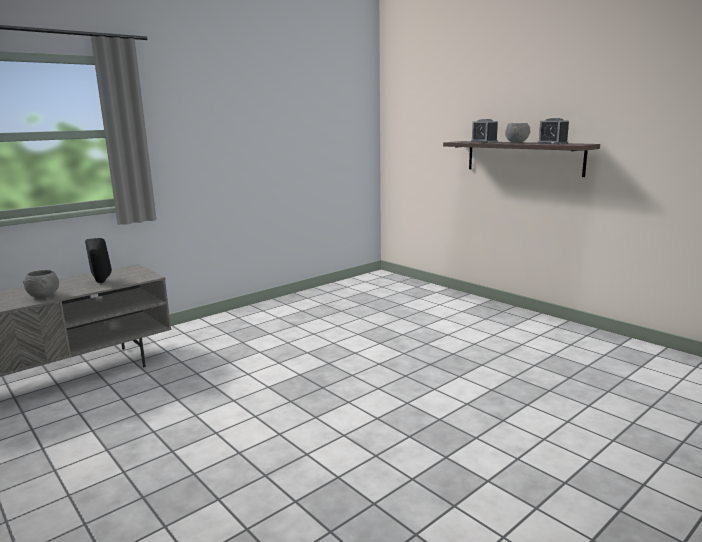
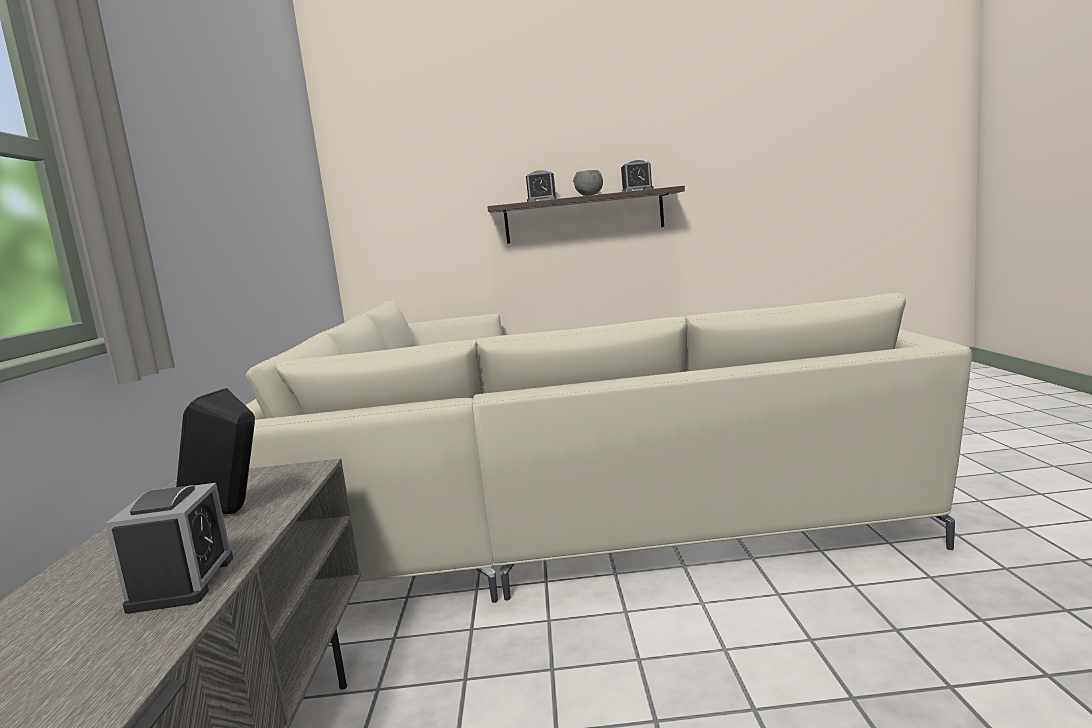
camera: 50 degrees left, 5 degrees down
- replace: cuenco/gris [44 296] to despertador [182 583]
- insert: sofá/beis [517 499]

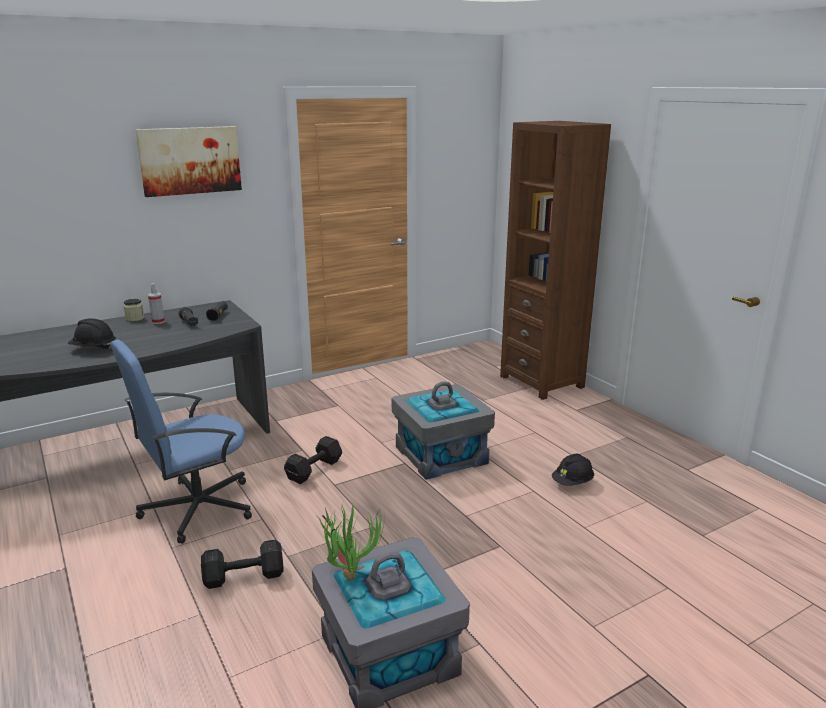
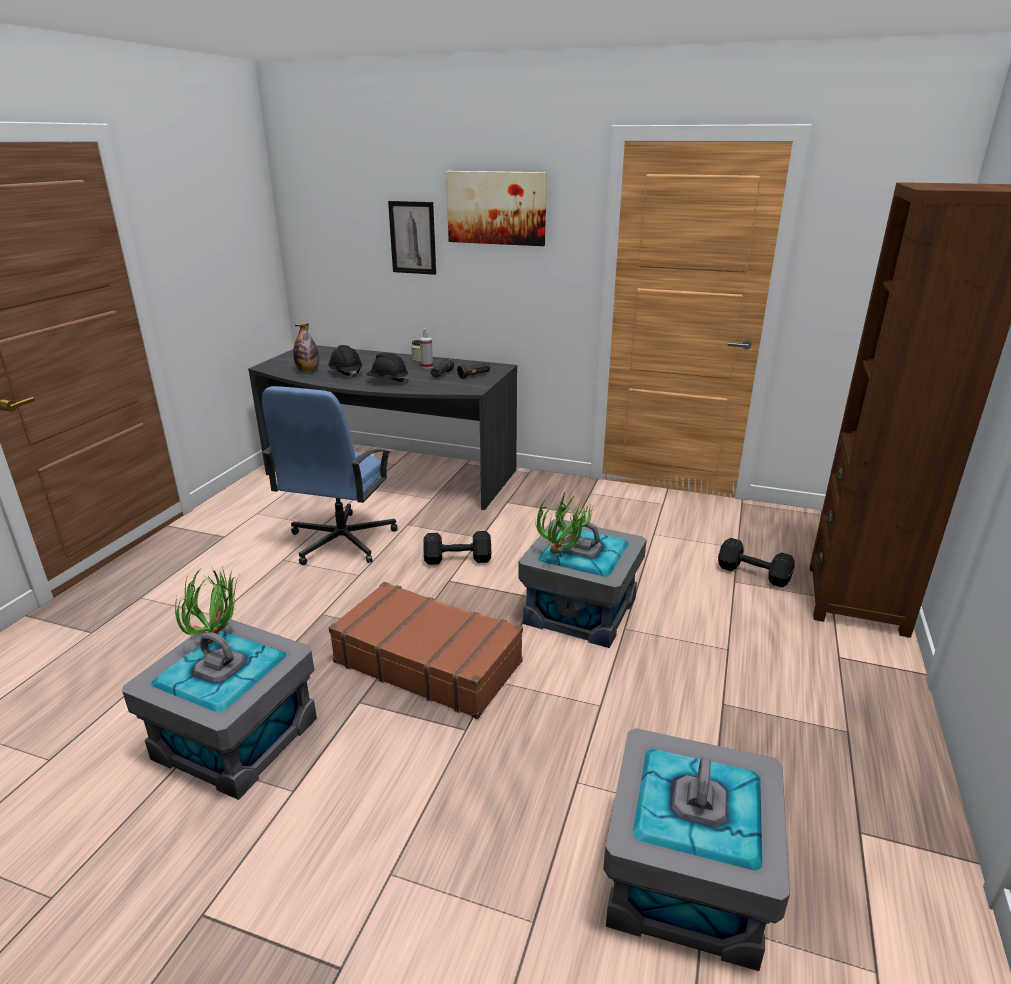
camera: 50 degrees right, 5 degrees up
- rotate: silla de oficina/azul [196 508] = [341 541] 90 degrees counterclockwise
- move: mancuerna/negro [242 576] to [752 573]
- move: casco/negro [572 483] to [388 382]
- insert: botella [308 371]
- insert: maleta/marrón [428 661]
- insert: cuadro [412 238]
- insert: planta en maceta [562 555]
- insert: caja de almacenaje/gris [684 880]

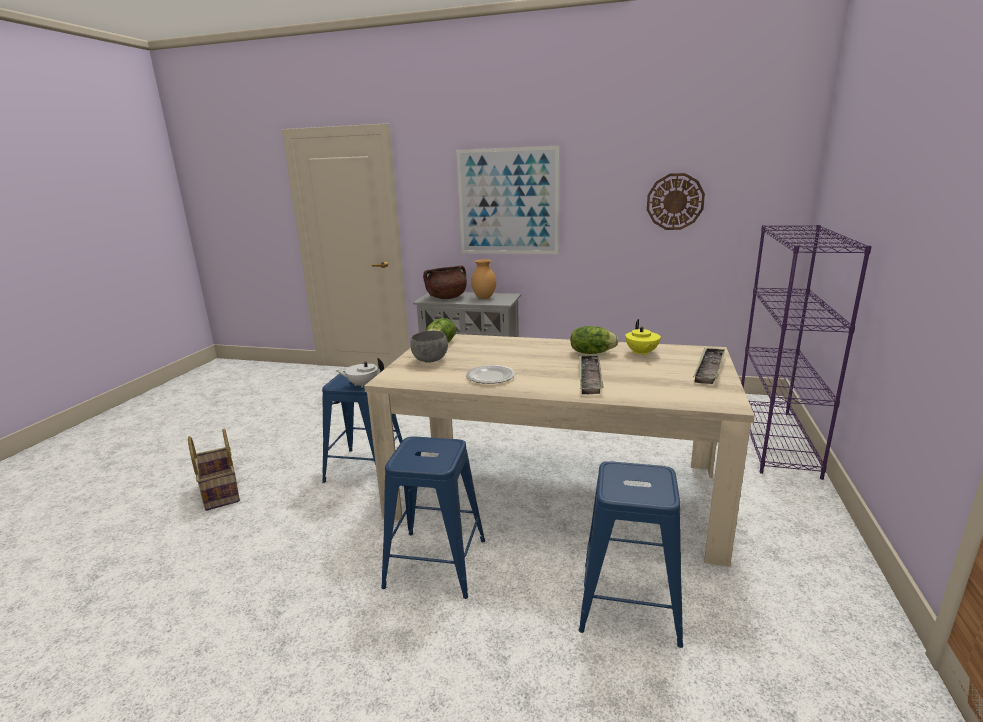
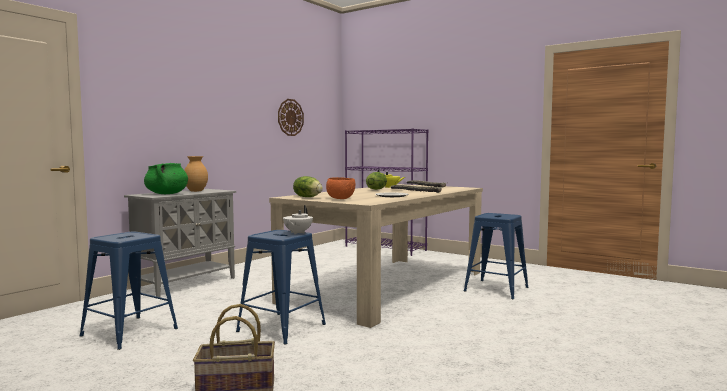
camera: 70 degrees left, 15 degrees down
- move: taburete/azul [436 563] to [129 332]
- recolor: cuenco/gris [430 360] to cuenco/naranja [341 199]
- recolor: olla/marrón [446 298] to olla/verde [166 194]
- delete: cuadro [507 202]

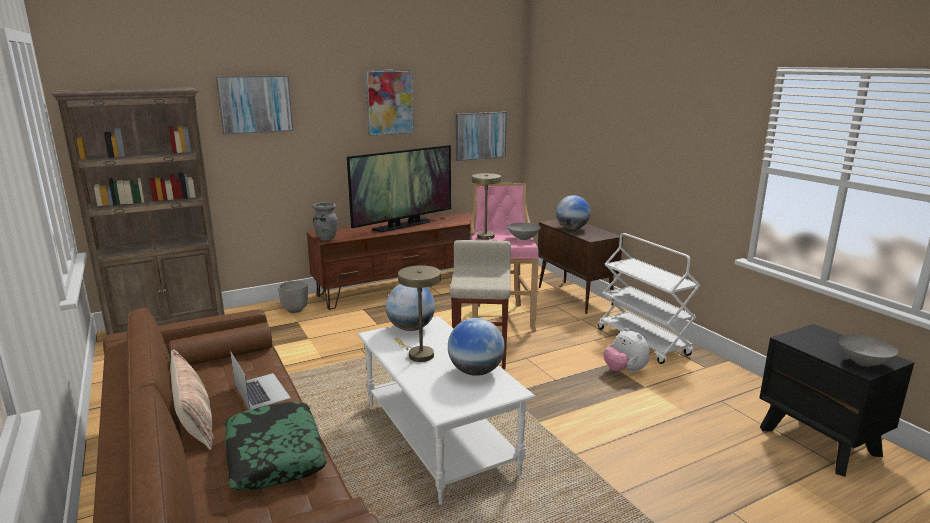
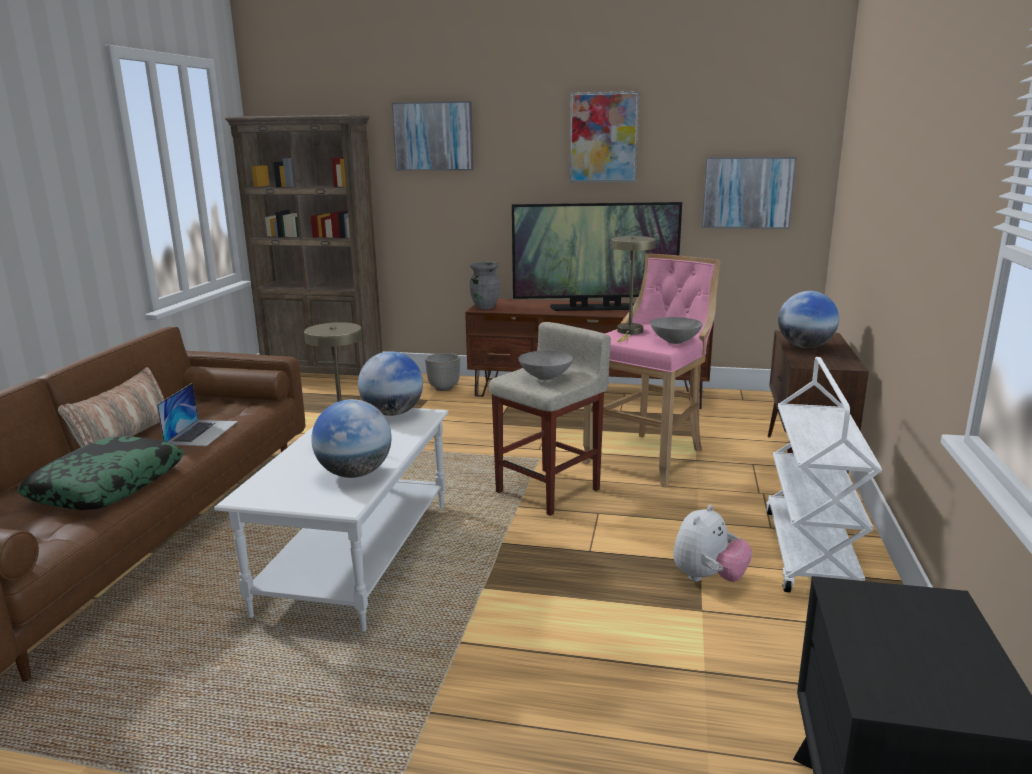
camera: 40 degrees right, 0 degrees up
- rotate: peluche [624 371] = [708 578] 150 degrees counterclockwise
- move: cuenco/gris [862 362] to [545 377]

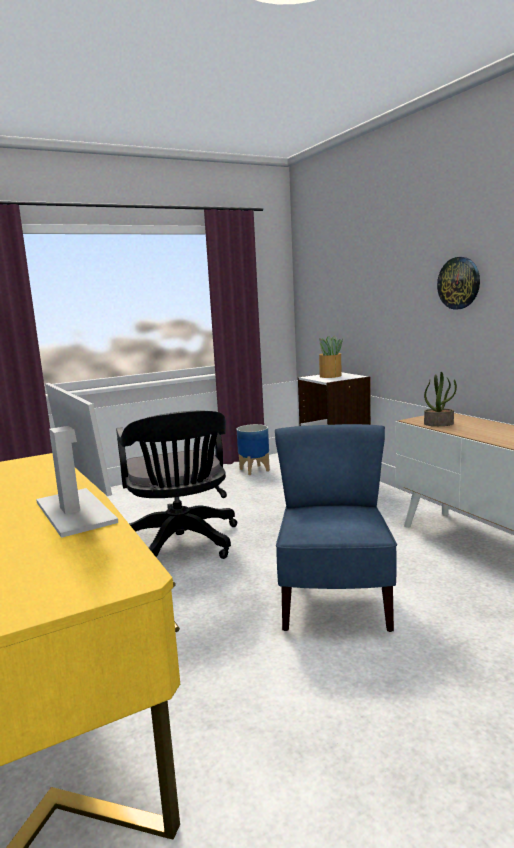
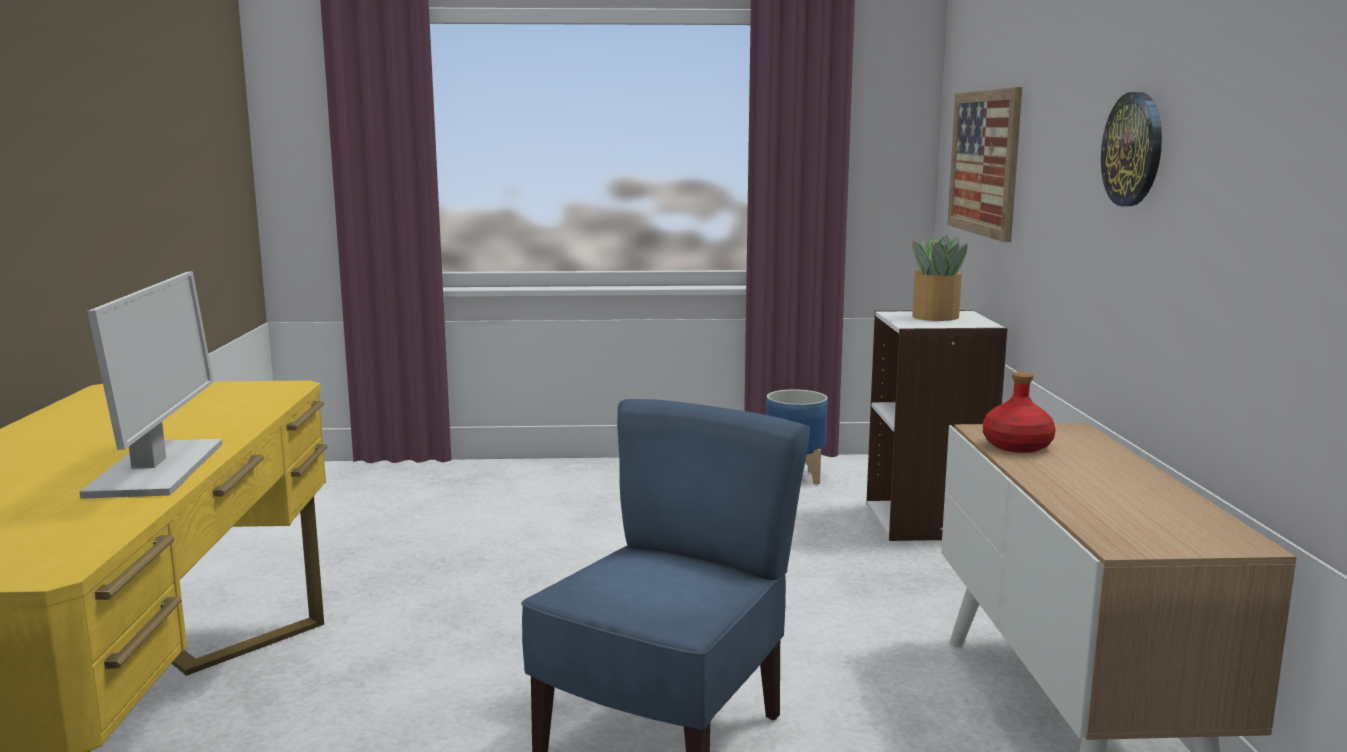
camera: 25 degrees right, 0 degrees up
- delete: silla de oficina/negro [182 545]
- replace: planta en maceta [439 424] to botella/rojo [1018 445]
- insert: cuadro [984 162]

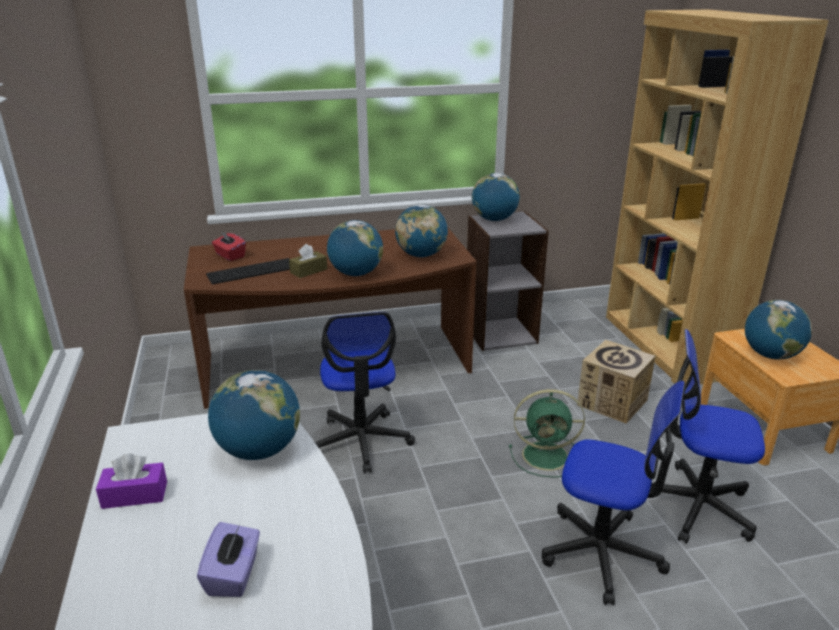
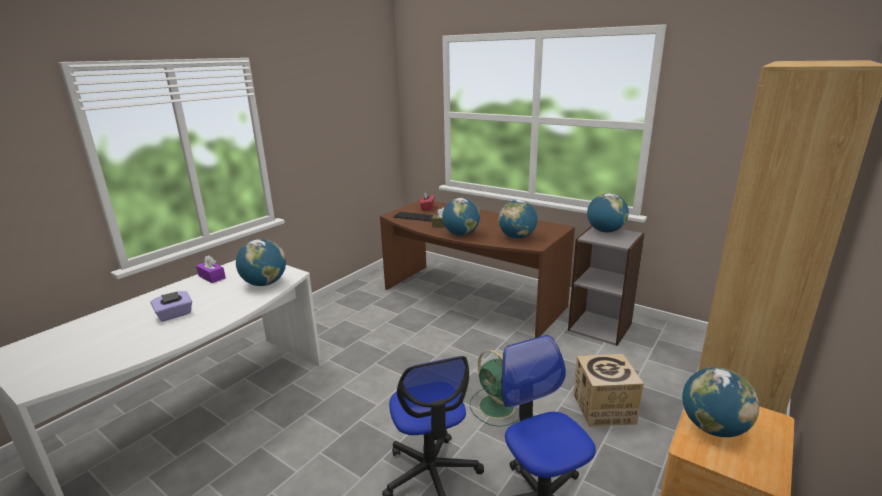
camera: 50 degrees right, 5 degrees down
- delete: silla de oficina [361 441]

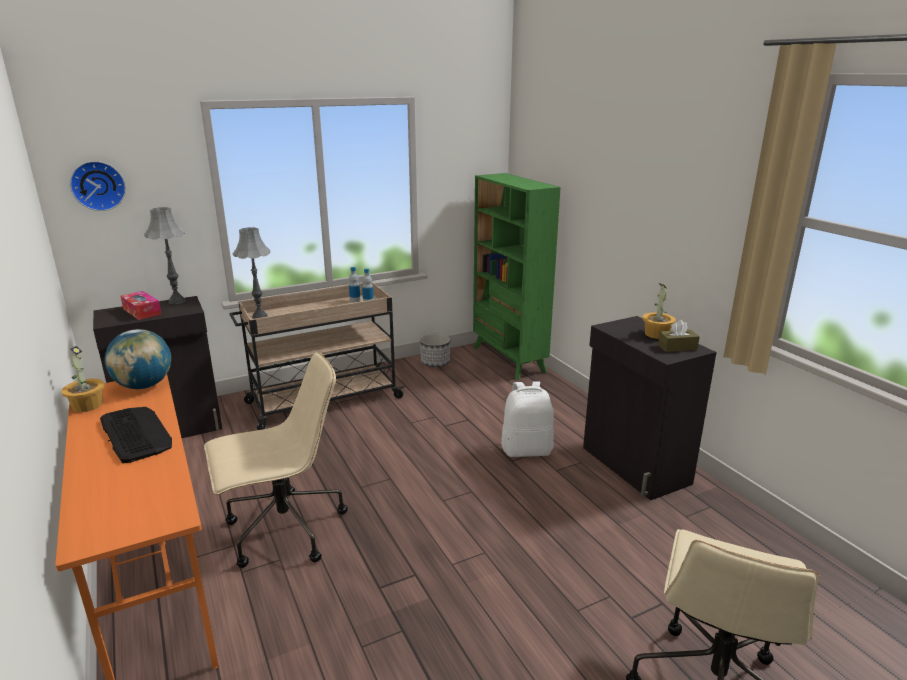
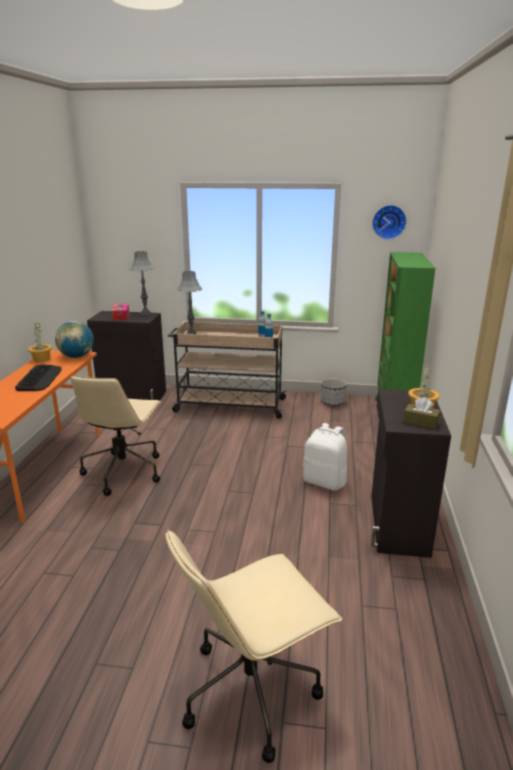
camera: 35 degrees right, 0 degrees up
- move: reloj de pared [98 185] to [389 222]
- rotate: silla de oficina/beis [283 531] = [124 471] 90 degrees clockwise

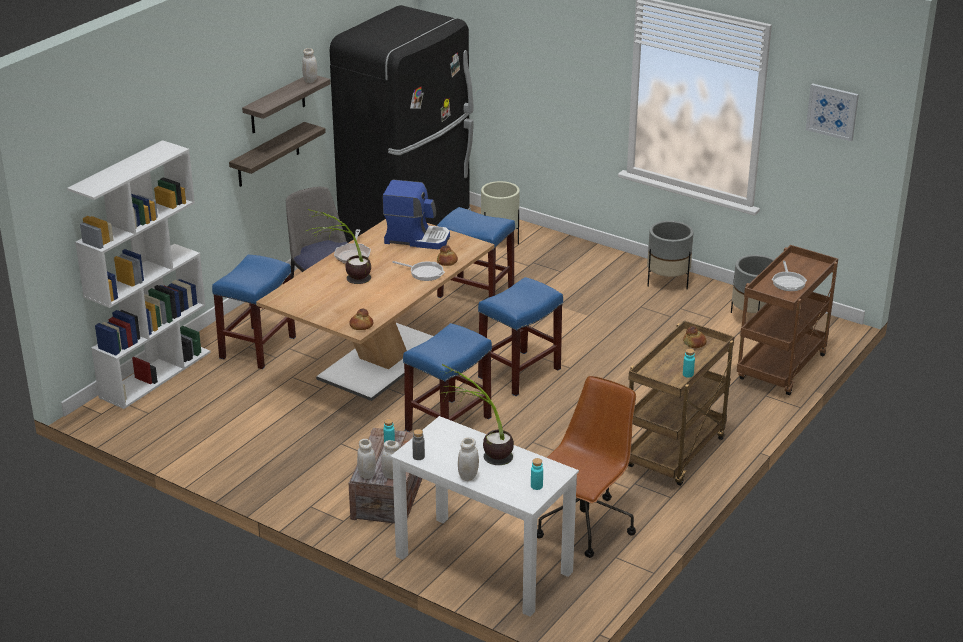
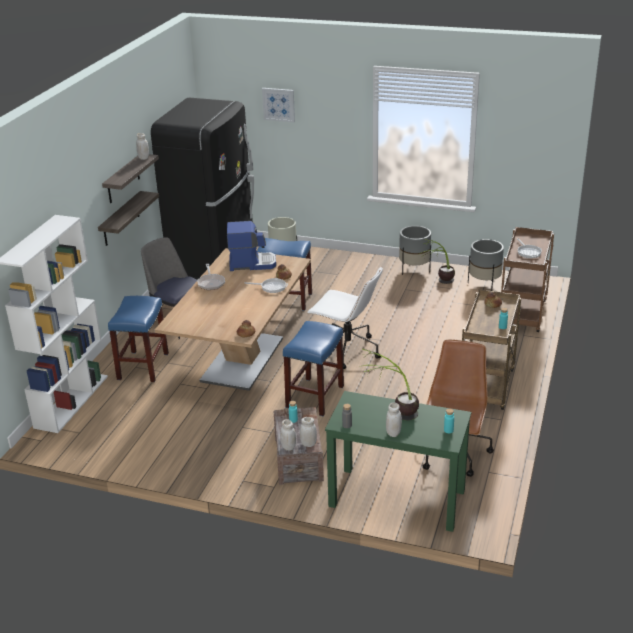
camera: 15 degrees left, 0 degrees up
- move: planta en maceta [343 280] to [438 282]
- recolor: escritorio/blanco [483 564] to escritorio/verde [396 498]
- replace: taburete/azul [519 373] to silla de oficina/blanco [347 350]
- move: cuadro [832 111] to [278 104]

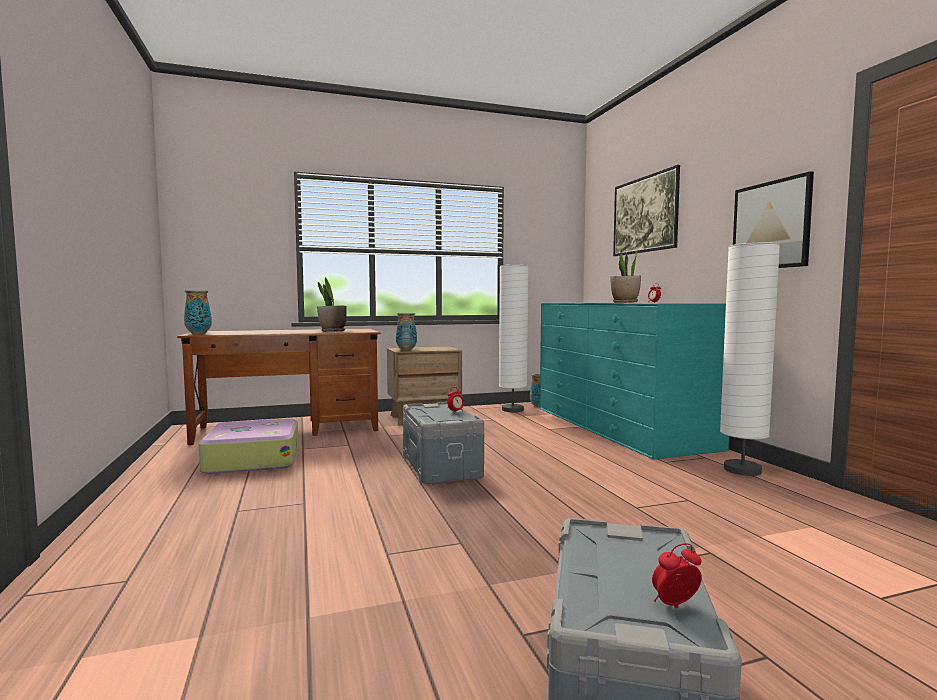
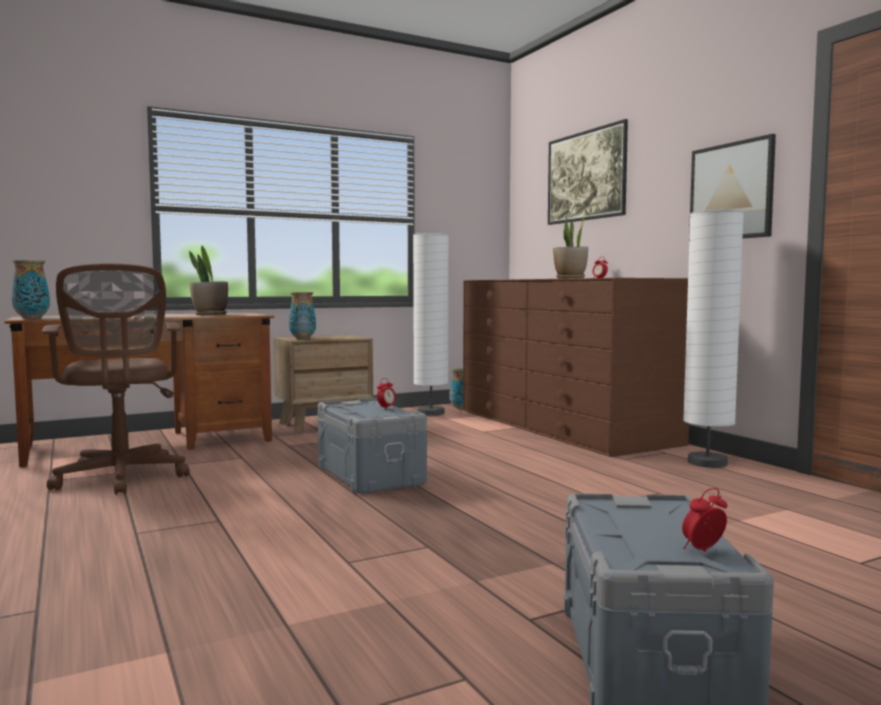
camera: 10 degrees left, 0 degrees up
- replace: maleta [252 459] to silla de oficina/marrón [121 478]
- recolor: cómoda/turquesa [618 426] to cómoda/marrón [561 426]

